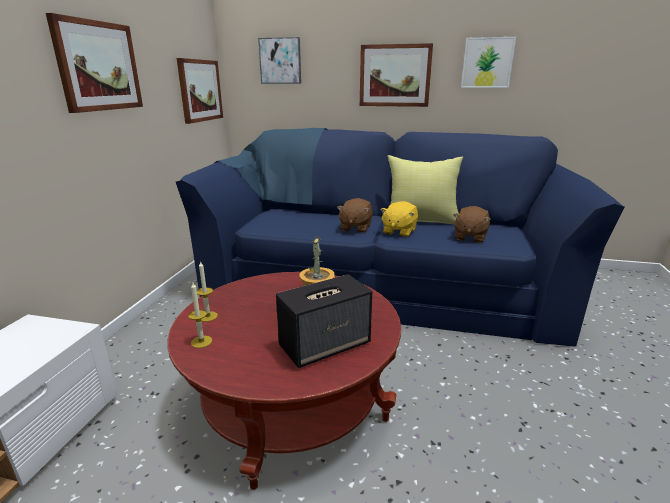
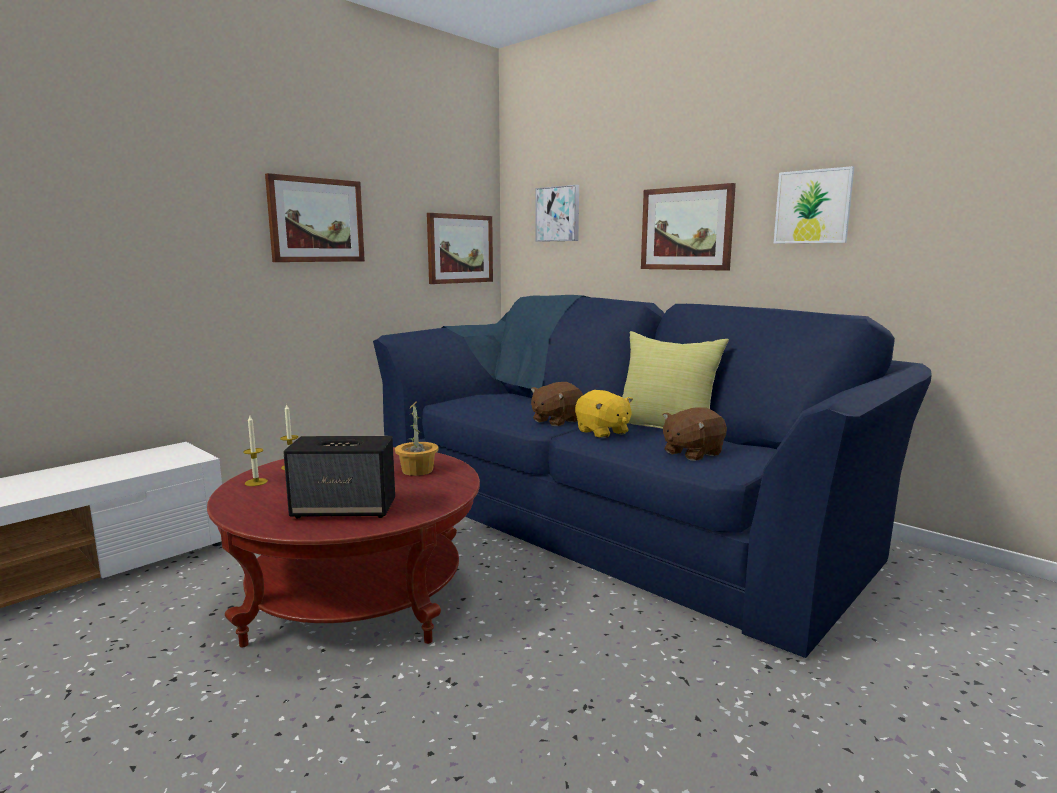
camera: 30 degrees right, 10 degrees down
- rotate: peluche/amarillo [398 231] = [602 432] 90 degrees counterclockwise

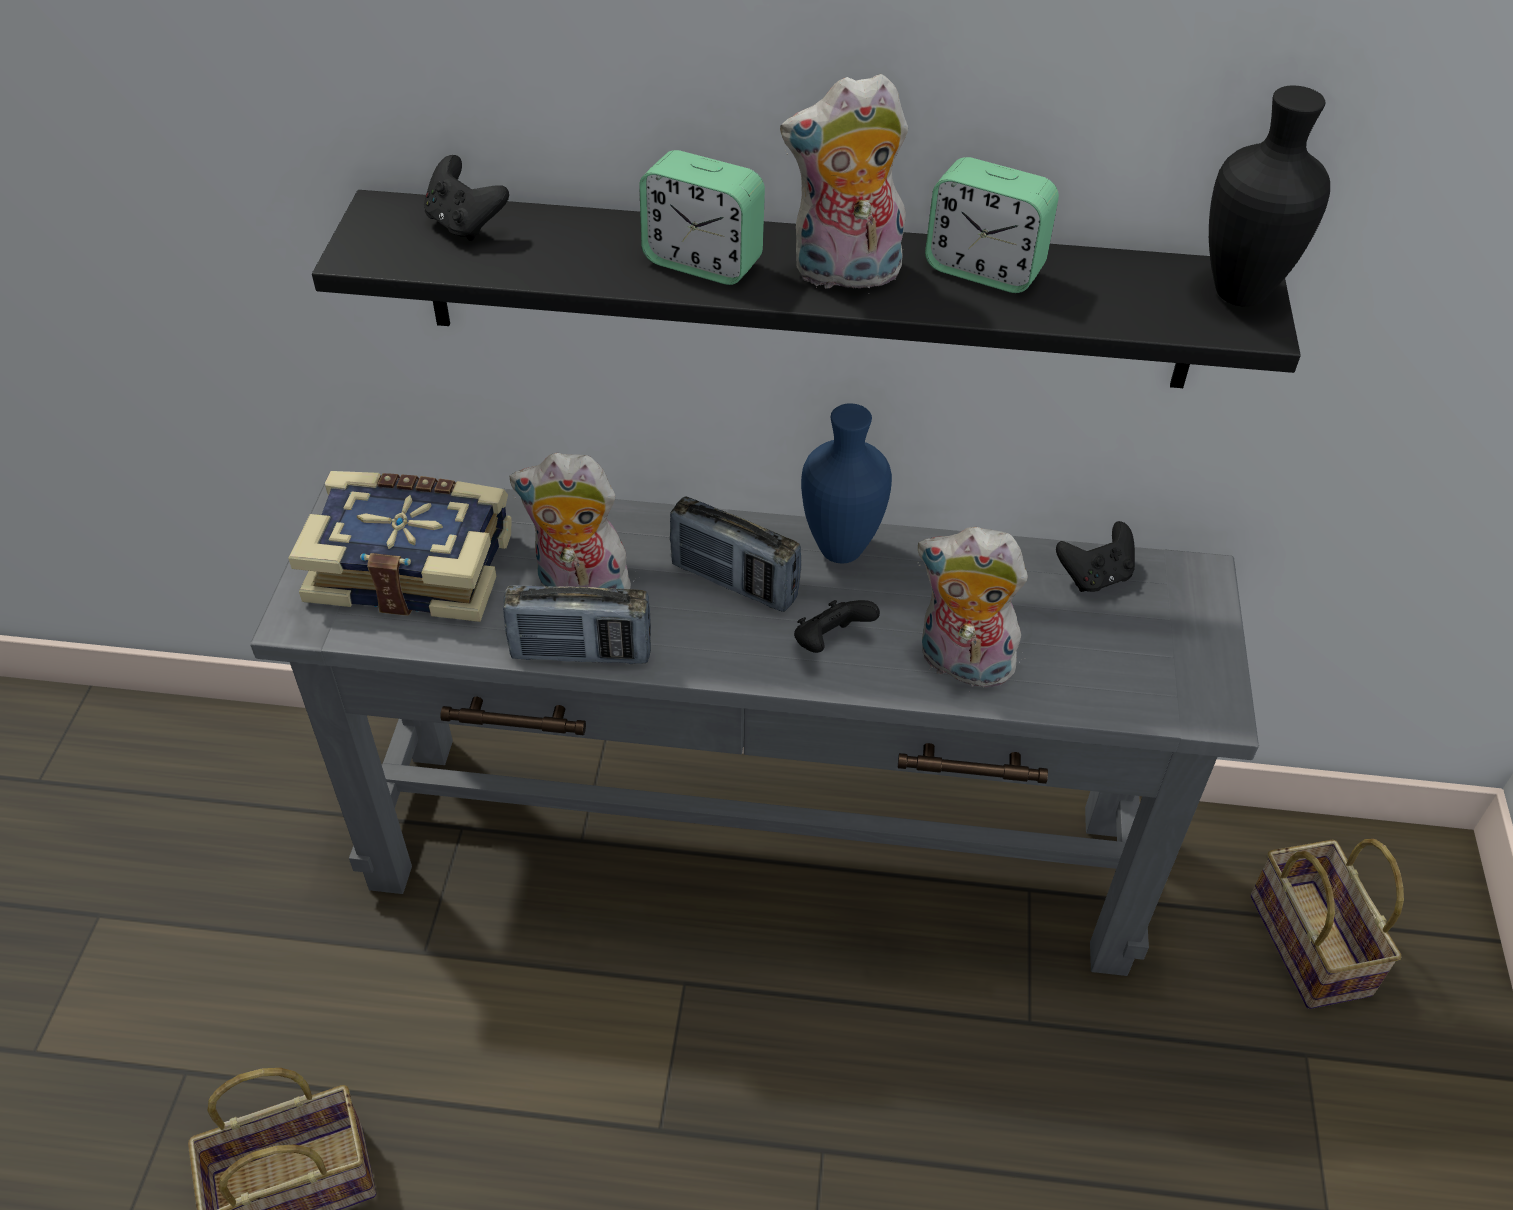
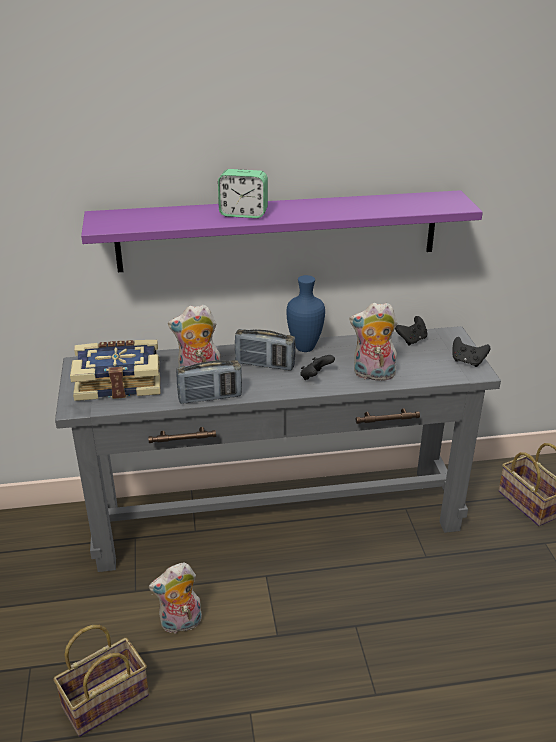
camera: 15 degrees left, 15 degrees down
- recolor: estante/negro [806 291] to estante/morado [278 231]
- move: mando de consola/negro [465 225] to [467 361]
- move: peluche [845 275] to [180 624]
- delete: despertador [984 269]
- delete: florero/negro [1243 293]

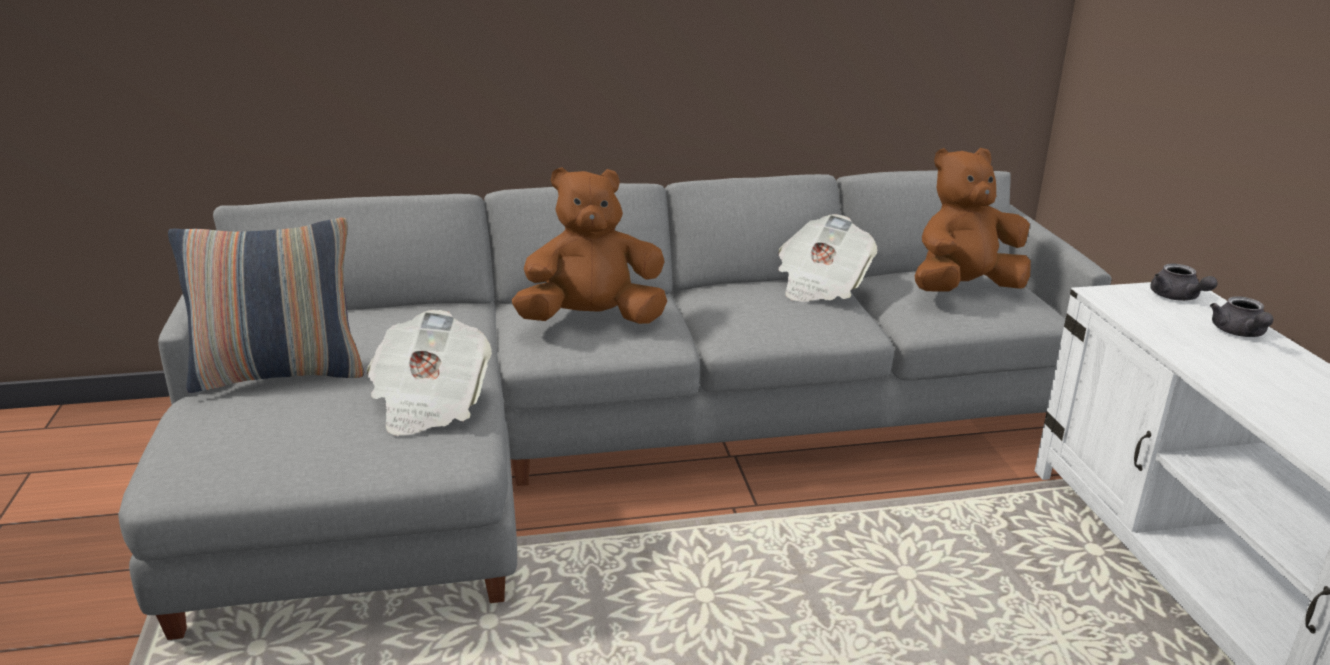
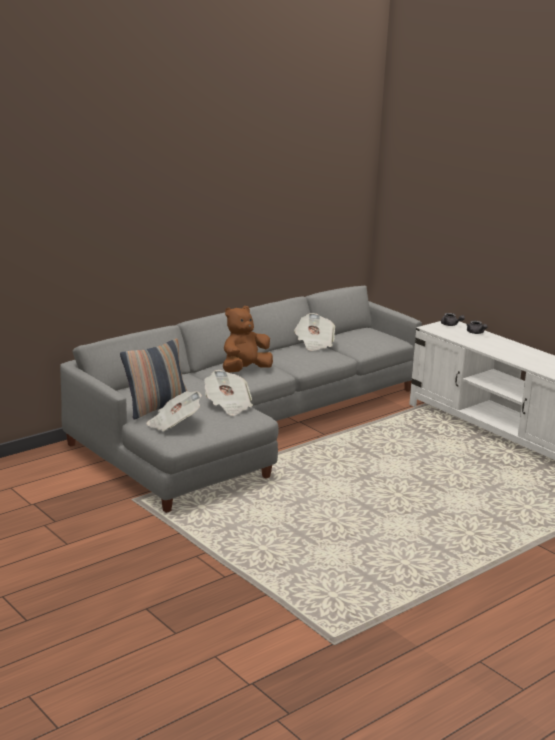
camera: 30 degrees left, 5 degrees down
- delete: peluche/marrón [963 289]
- insert: periódico [174 424]

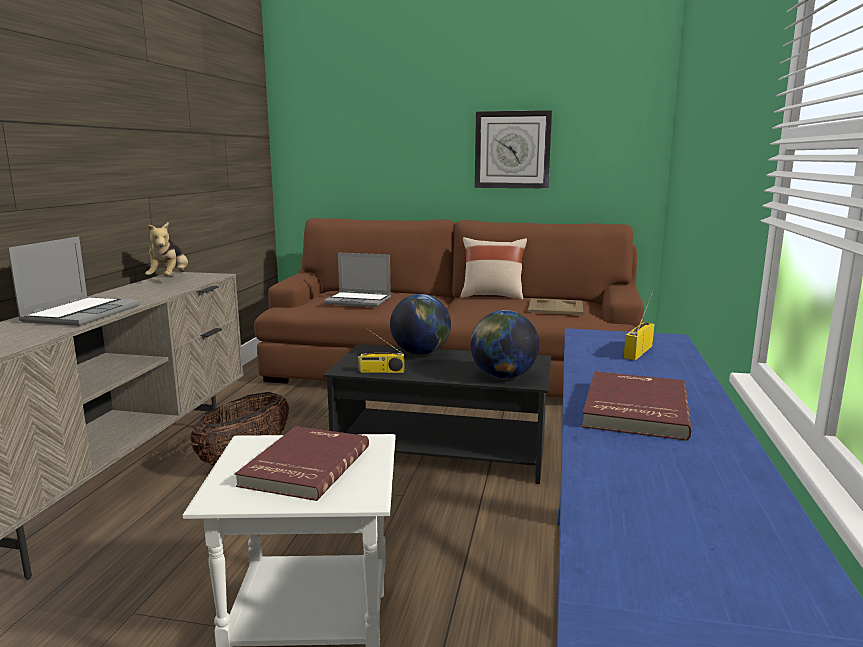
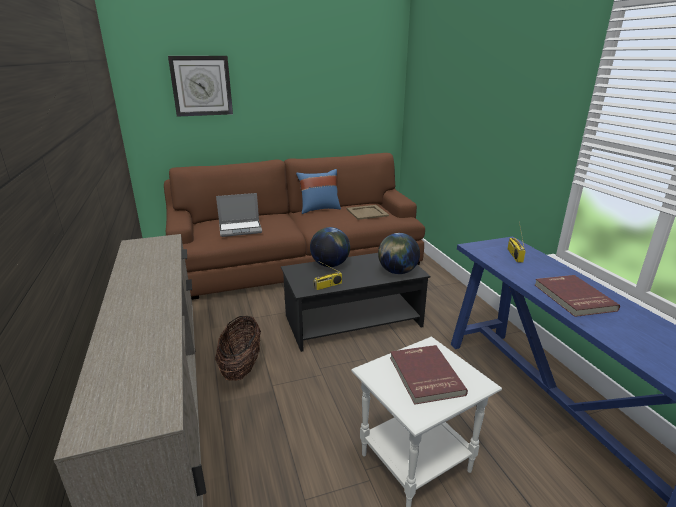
camera: 30 degrees left, 10 degrees up
- delete: portátil [82 313]
- delete: peluche [170 279]
- recolor: cojín/beis [492 296] to cojín/azul [319 209]
- move: reloj de pared [512 150] to [201 86]

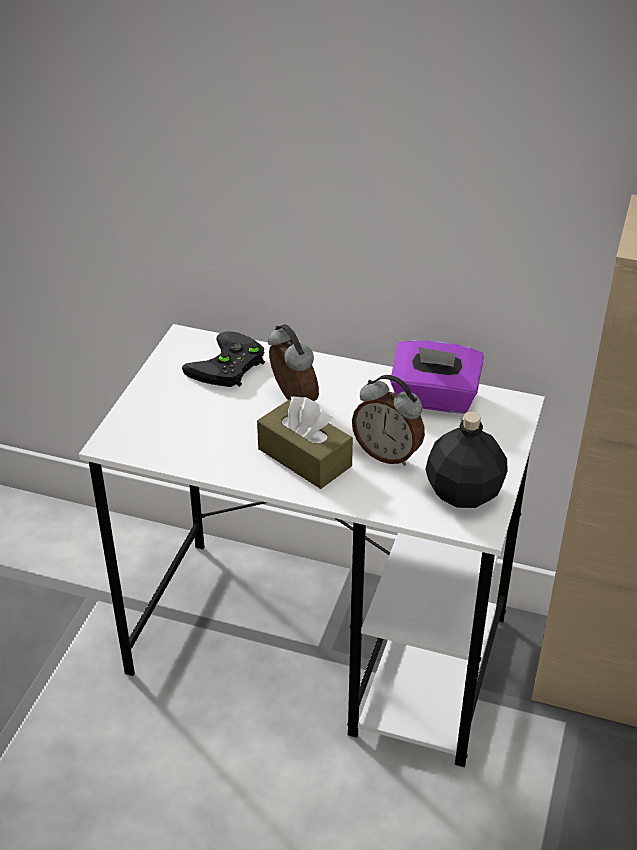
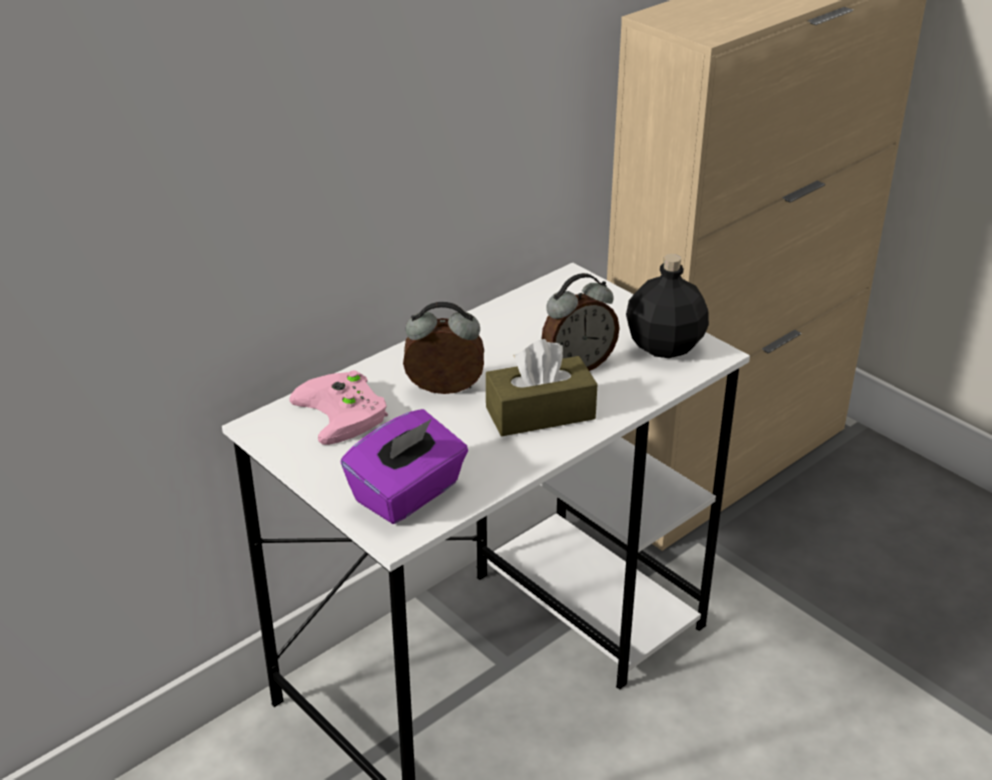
camera: 60 degrees left, 5 degrees down
- recolor: mando de consola/negro [227 367] to mando de consola/rosa [345 413]
- move: caja de pañuelos/morado [434 398] to [408 494]

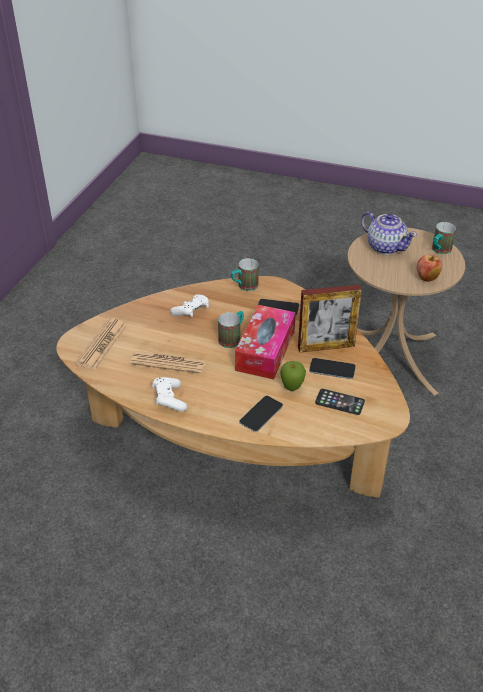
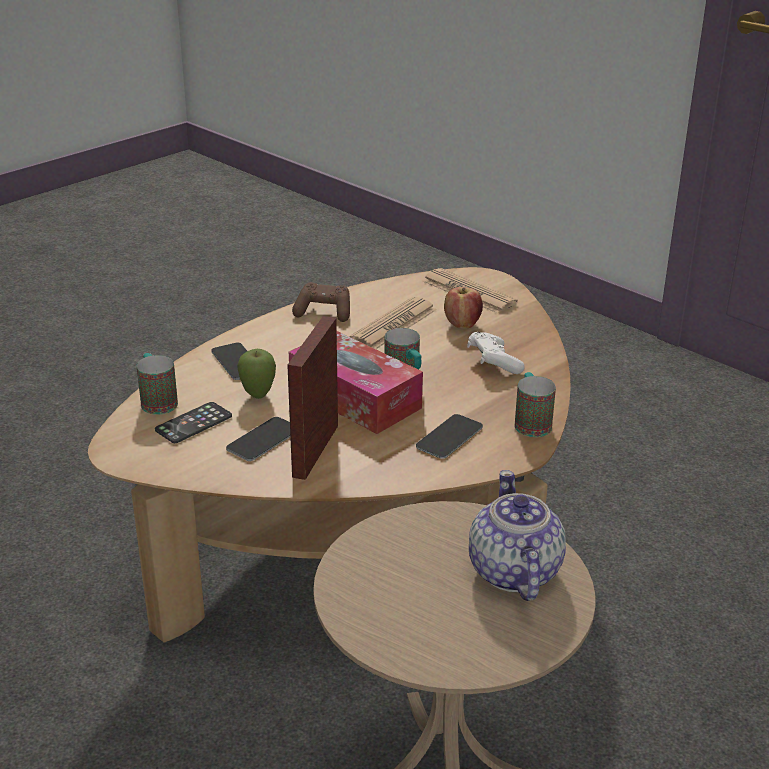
camera: 115 degrees right, 10 degrees down
- recolor: mando de consola/blanco [169 400] to mando de consola/marrón [324 312]
- rotate: tetera [385 247] = [513 572] 105 degrees clockwise
- move: manzana [427 278] to [462 324]
- move: taza grande [439 251] to [157 401]

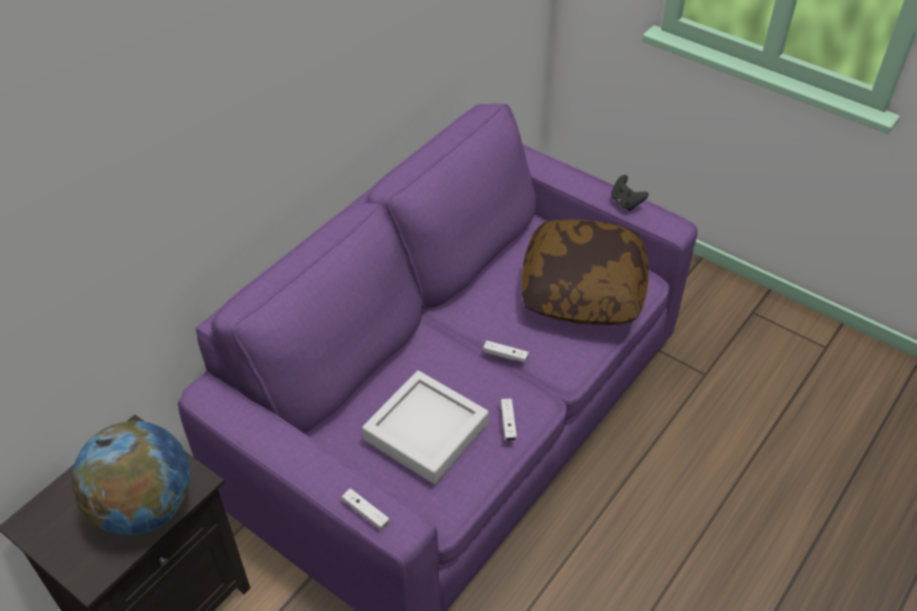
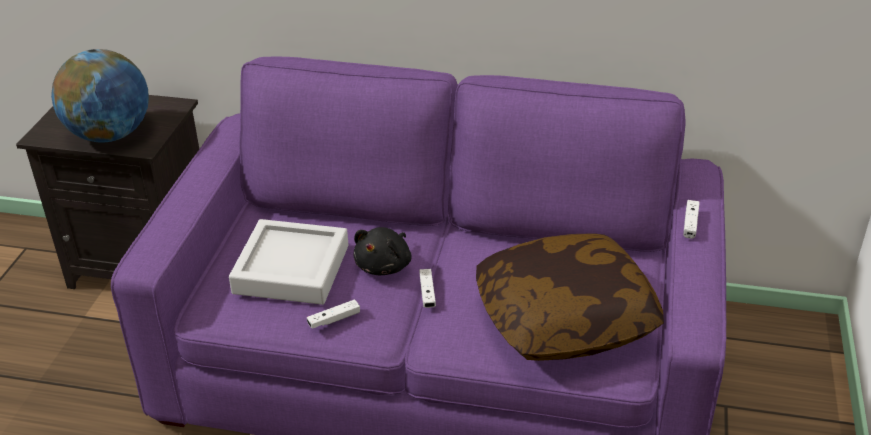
camera: 65 degrees right, 10 degrees down
- move: mando de consola/blanco [366 513] to [690 223]
- delete: mando de consola/negro [626 203]
- insert: peluche/negro [385 265]

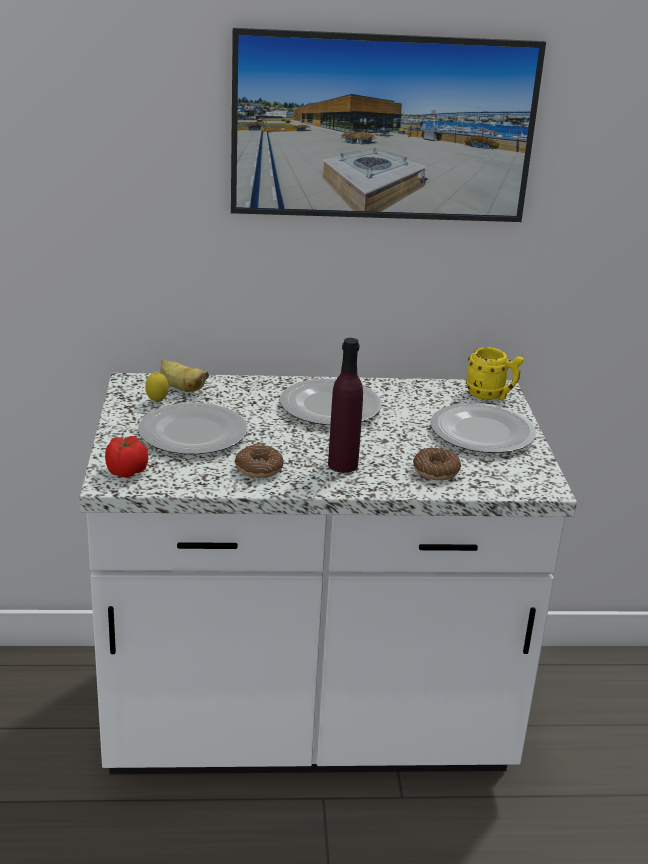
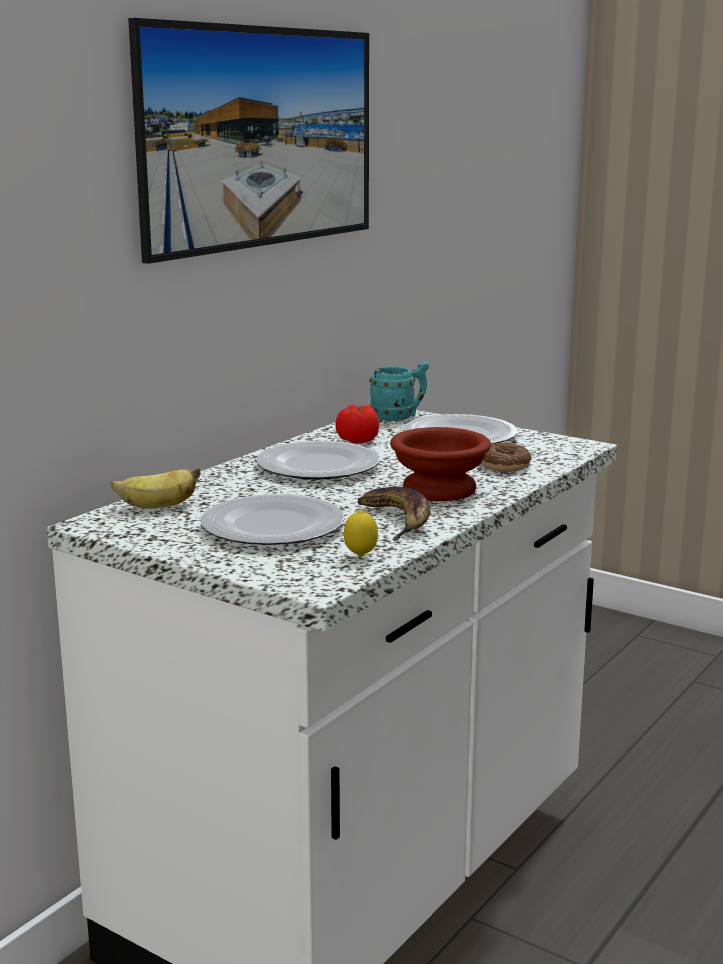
camera: 50 degrees left, 10 degrees down
- move: tomate [126 471] to [357 440]
- move: limón [157 402] to [360 556]
- replace: rosquilla [259 468] to plátano [396 520]
- replace: botella/morado [343 465] to cuenco/marrón [441 490]
- recolor: taza grande/amarillo [491 396] to taza grande/turquesa [399 417]

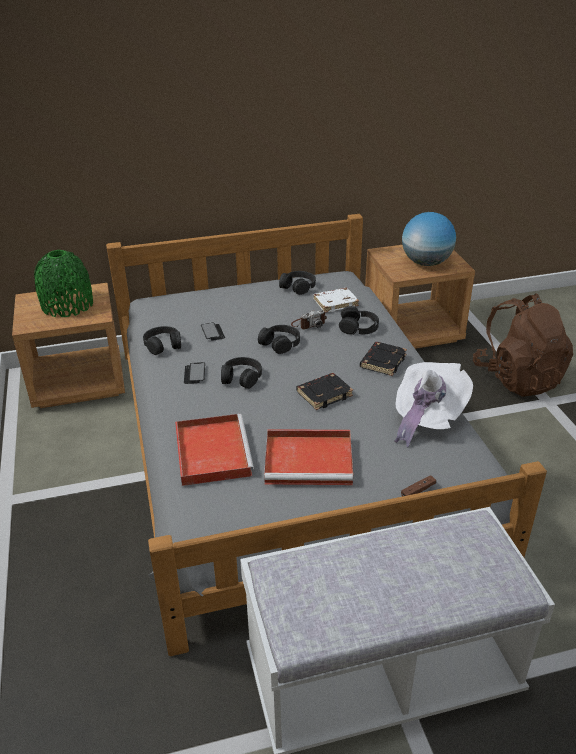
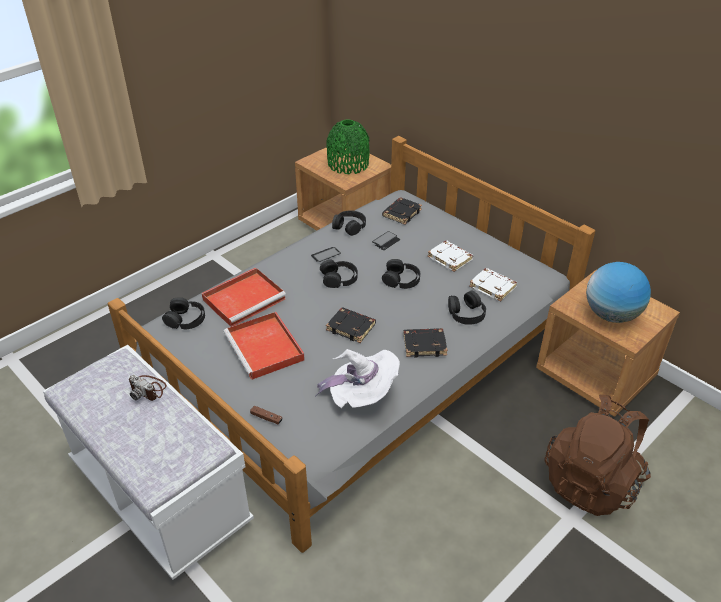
camera: 60 degrees right, 5 degrees up
- move: auriculares/negro [298 286] to [186 319]
- move: cámara [309 324] to [148 389]
- insert: libro/negro [401 213]
- insert: libro/blanco [450 258]

